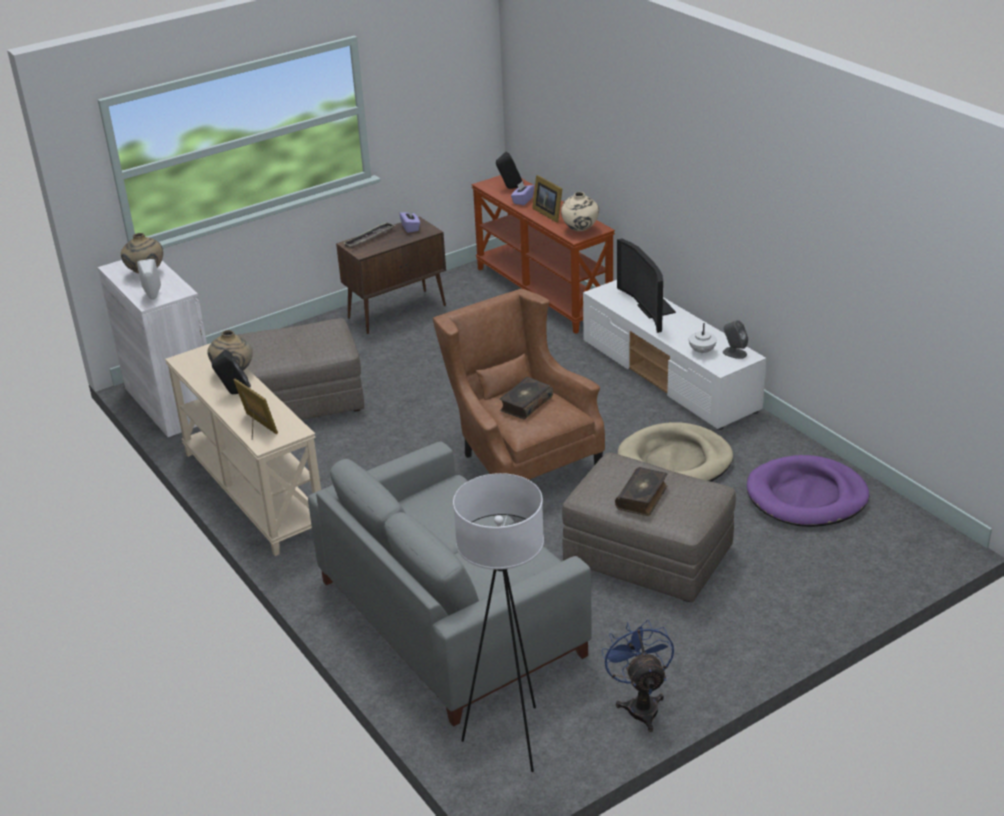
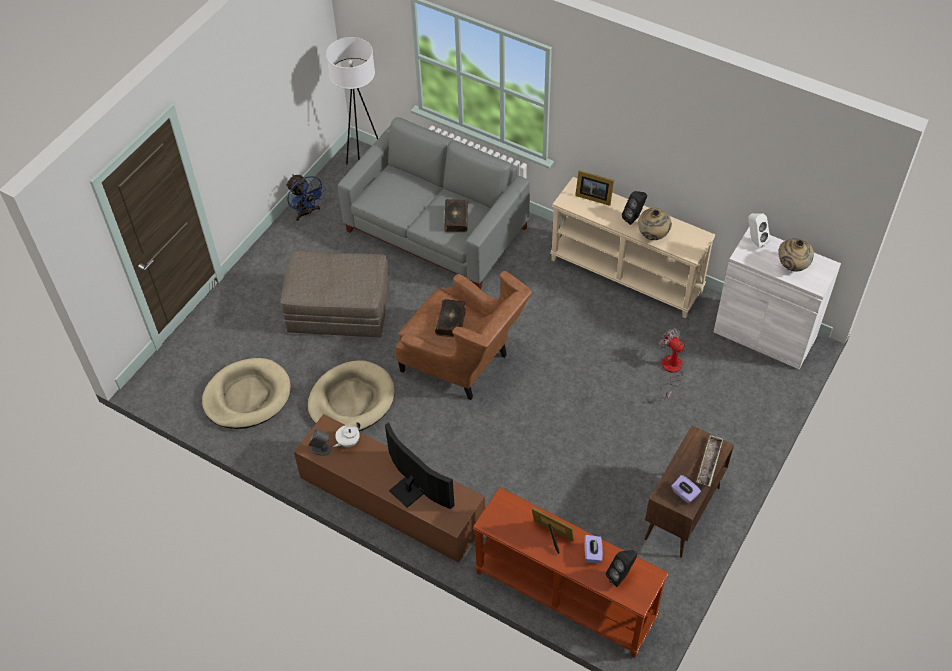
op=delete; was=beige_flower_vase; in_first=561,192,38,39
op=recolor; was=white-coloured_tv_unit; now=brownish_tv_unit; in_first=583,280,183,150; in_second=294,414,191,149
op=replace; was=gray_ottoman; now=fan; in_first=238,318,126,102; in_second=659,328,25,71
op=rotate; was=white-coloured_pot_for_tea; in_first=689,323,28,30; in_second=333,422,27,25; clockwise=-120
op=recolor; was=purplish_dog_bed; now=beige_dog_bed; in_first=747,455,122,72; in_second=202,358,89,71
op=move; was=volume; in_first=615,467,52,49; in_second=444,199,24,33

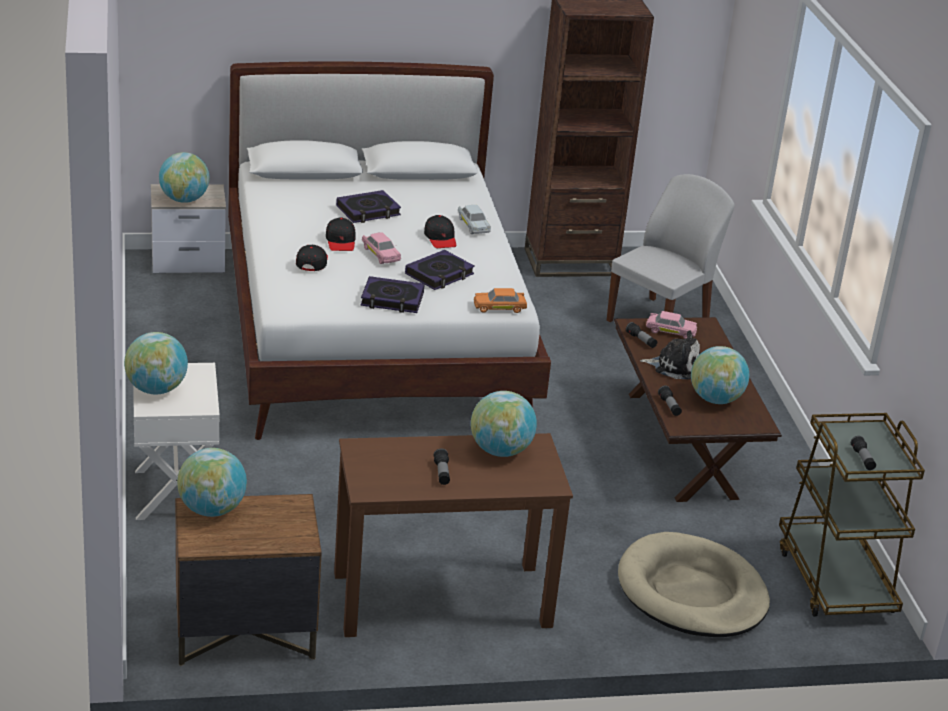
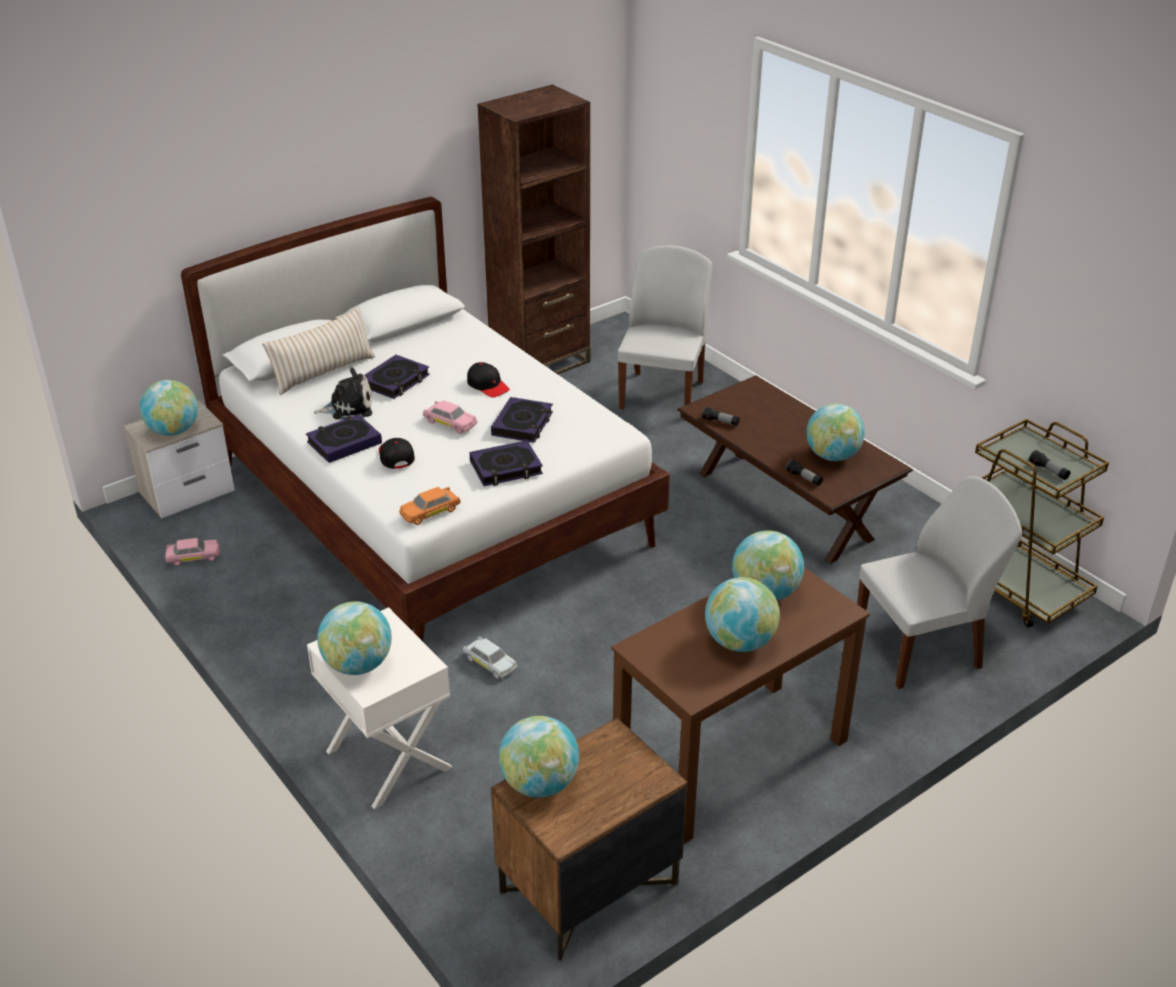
op=move; was=white-coloured_toy_car; in_first=458,205,33,29; in_second=463,636,55,43
op=delete; was=black_peaked_cap; in_first=326,217,30,34
op=move; was=orange_toy_car; in_first=474,288,53,25; in_second=399,487,62,38
op=move; was=pink_toy_car; in_first=646,311,51,28; in_second=165,538,55,28
op=move; was=cuddly_toy; in_first=640,330,60,50; in_second=314,368,58,51
op=replace; was=torch; now=globe; in_first=434,449,16,36; in_second=705,577,75,75
op=replace; was=beige_dog_bed; now=white-coloured_upright_chair; in_first=618,532,152,105; in_second=857,476,165,213
op=insert; now=beige_pillow; in_second=262,307,113,88
op=insert; now=volume; in_second=306,414,76,49

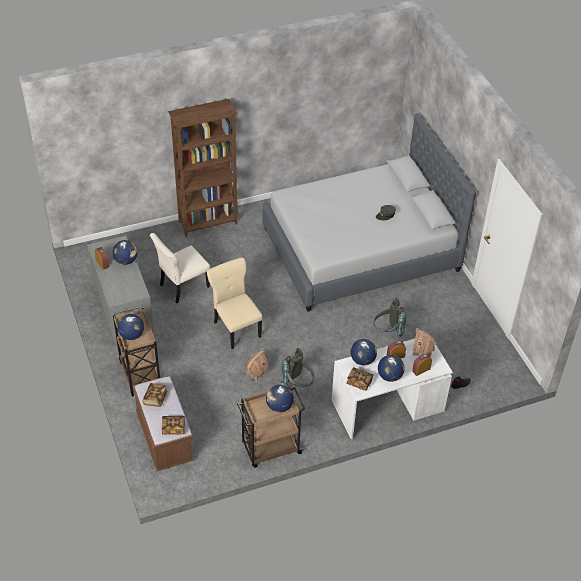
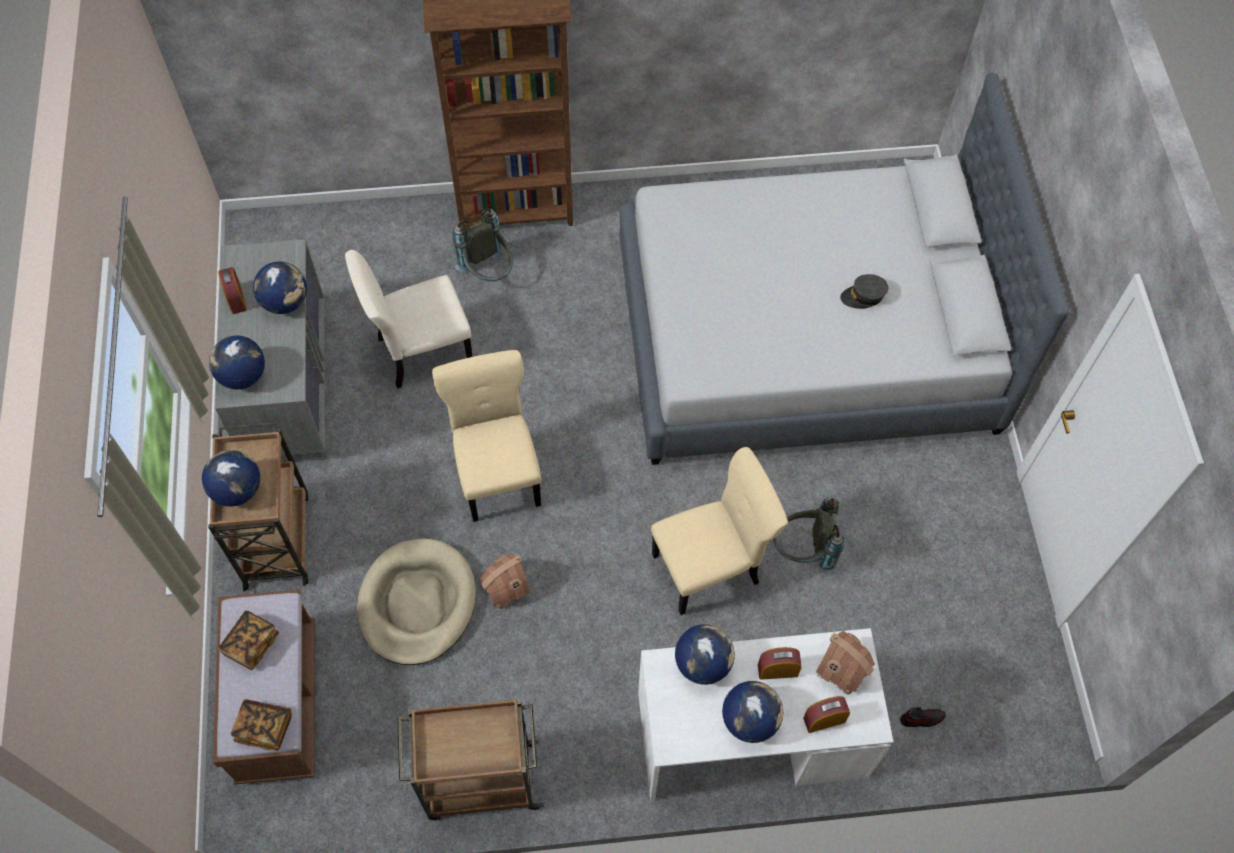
op=move; was=gray_rucksack; in_first=280,348,34,39; in_second=452,208,61,73
op=delete; was=volume; in_first=346,367,27,24
op=move; was=globe; in_first=266,385,28,27; in_second=209,336,56,53
op=insert; now=beige_upright_chair; in_second=651,447,137,168
op=insert; now=beige_dog_bed; in_second=357,539,119,126

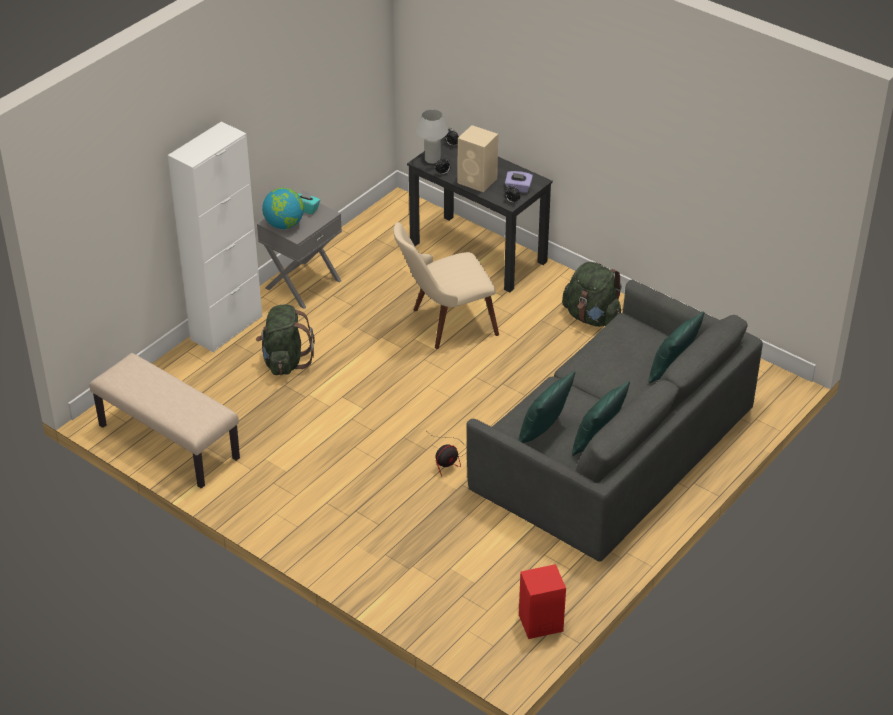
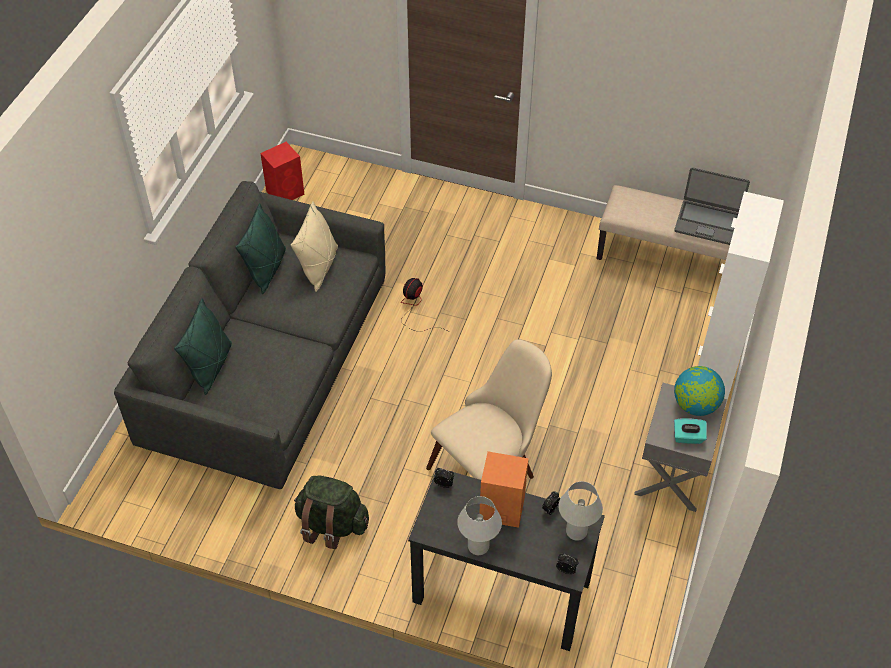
op=recolor; was=beige_speaker; now=orange_speaker; in_first=457,125,41,67; in_second=479,451,50,77
op=delete; was=purplish_box_of_tissues; in_first=505,171,28,22
op=delete; was=green_rucksack; in_first=256,304,59,71
op=recolor; was=green_pillow; now=beige_pillow; in_first=518,371,57,72; in_second=291,201,47,91
op=insert; now=notebook_computer; in_second=674,167,76,78
op=insert; now=white-coloured_lamp_for_a_table; in_second=457,496,45,59

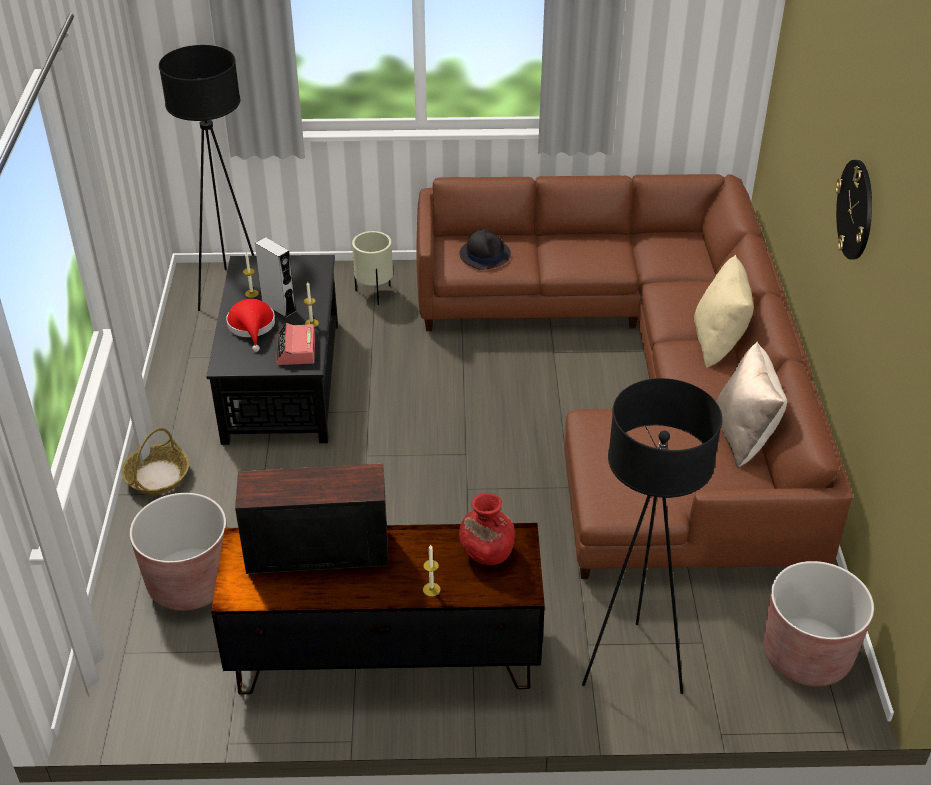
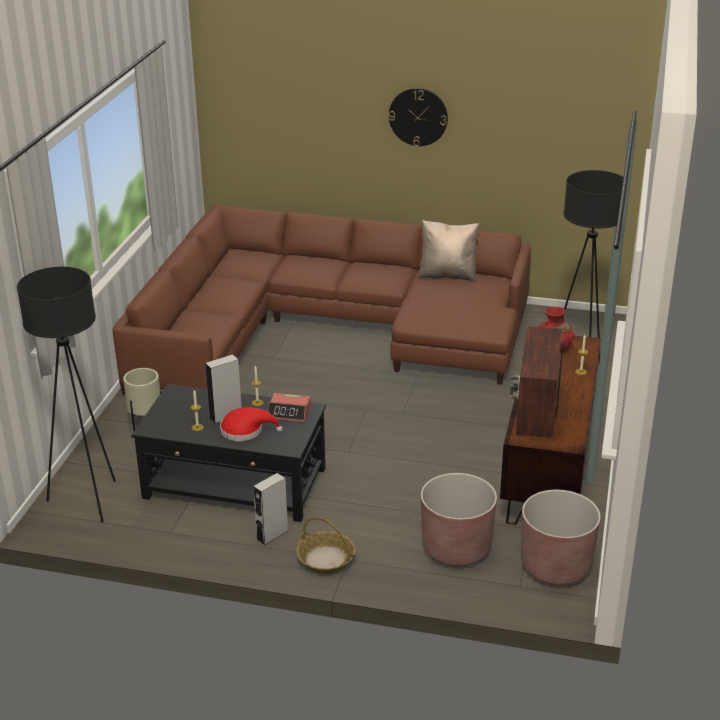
op=delete; was=black_clothing_hat; in_first=459,229,52,41
op=delete; was=beige_pillow; in_first=694,255,60,113
op=move; was=brownish_flower_pot; in_first=763,561,111,126; in_second=521,490,80,96
op=insert; now=gray_speaker; in_second=253,473,35,72

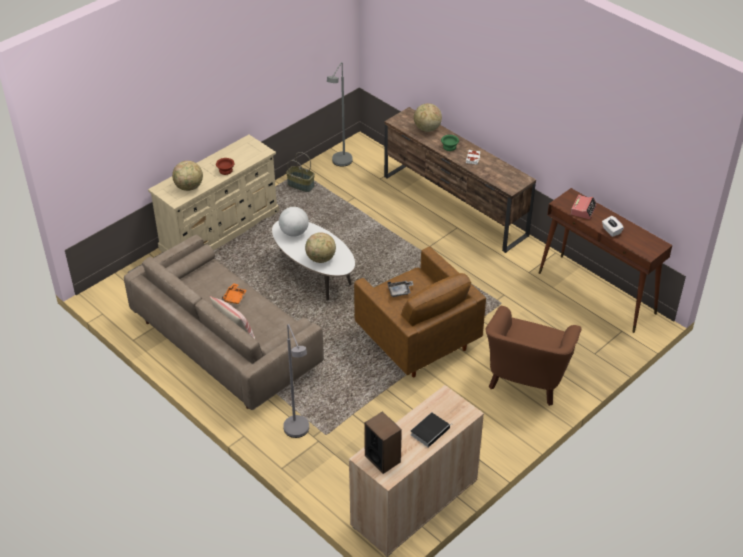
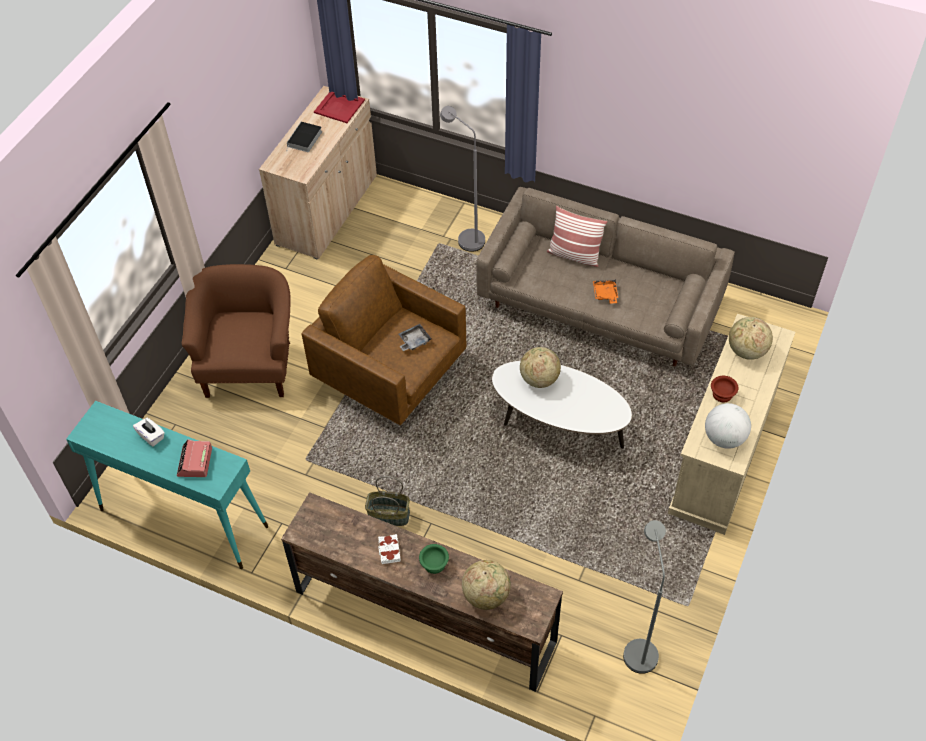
op=move; was=basket; in_first=286,152,29,40; in_second=365,476,45,50
op=recolor; was=brownish_console_table; now=turquoise-coloured_console_table; in_first=539,188,133,145; in_second=66,401,202,168
op=move; was=globe; in_first=279,207,30,30; in_second=705,403,46,46
op=replace; was=speaker; now=red_serving_tray; in_first=364,411,38,63; in_second=314,92,51,31

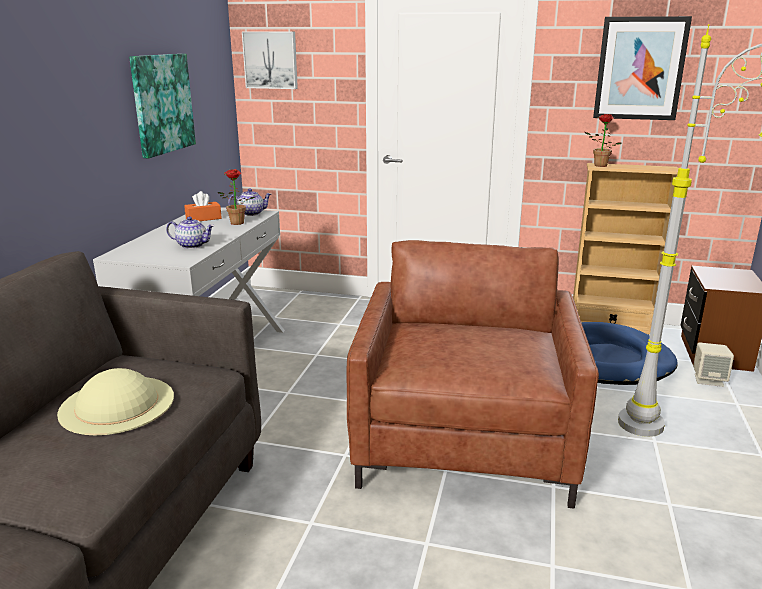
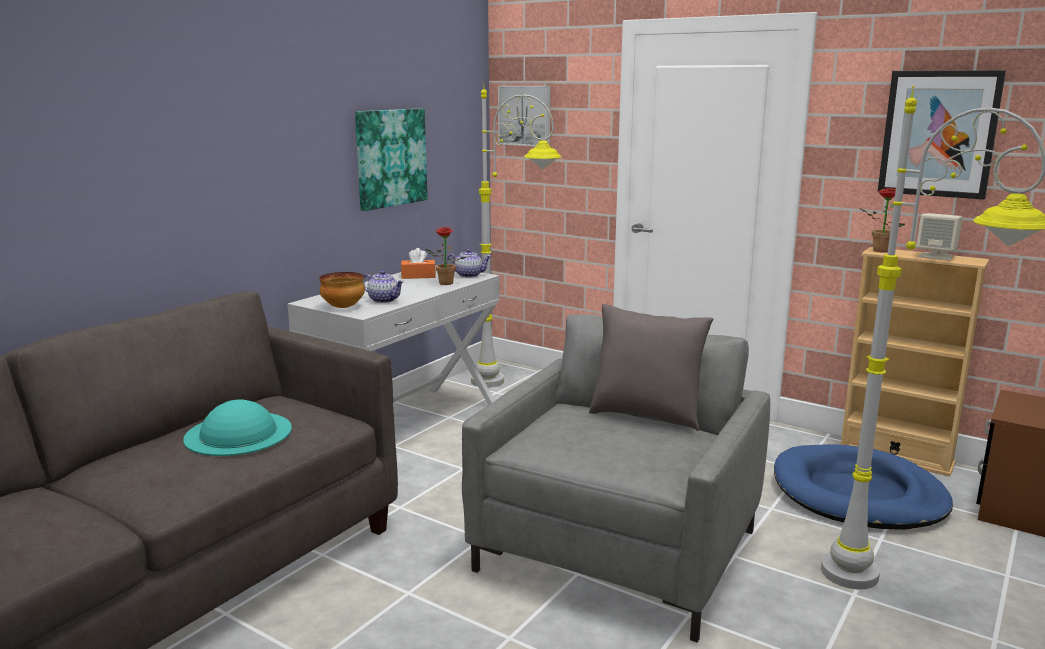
op=recolor; was=brownish_armchair; now=gray_armchair; in_first=346,240,253,269; in_second=462,314,308,329
op=move; was=beige_speaker; in_first=693,342,41,45; in_second=916,213,47,47
op=recolor; was=beige_clothing_hat; now=turquoise-coloured_clothing_hat; in_first=57,368,117,67; in_second=183,399,109,57
op=insert; now=gray_floor_lamp; in_second=471,83,91,304
op=insert; now=bowl; in_second=319,272,46,36
op=insert; now=gray_pillow; in_second=589,304,124,127

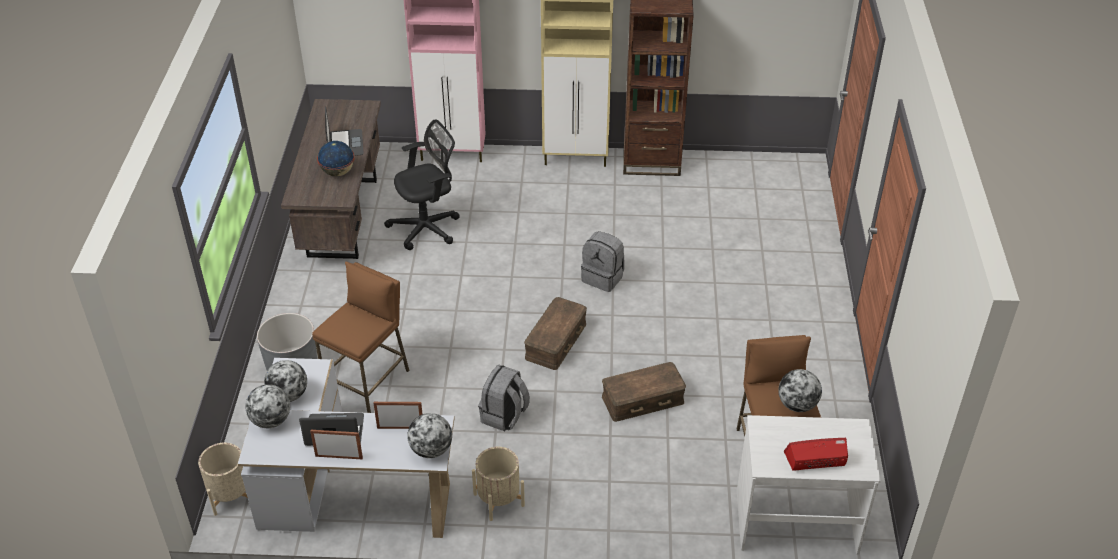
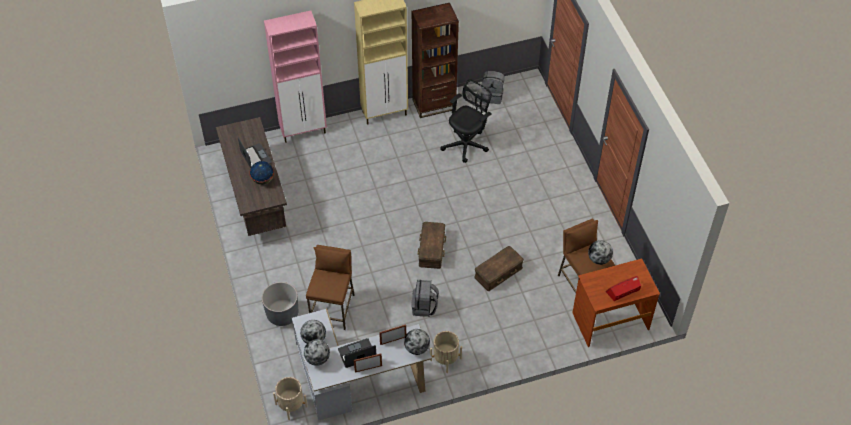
op=move; was=black_desk_chair; in_first=384,119,76,131; in_second=440,79,52,84
op=move; was=gray_rucksack; in_first=581,231,44,61; in_second=482,71,22,33
op=recolor; was=white-coloured_desk; now=brownish_desk; in_first=737,415,144,140; in_second=572,259,88,88

